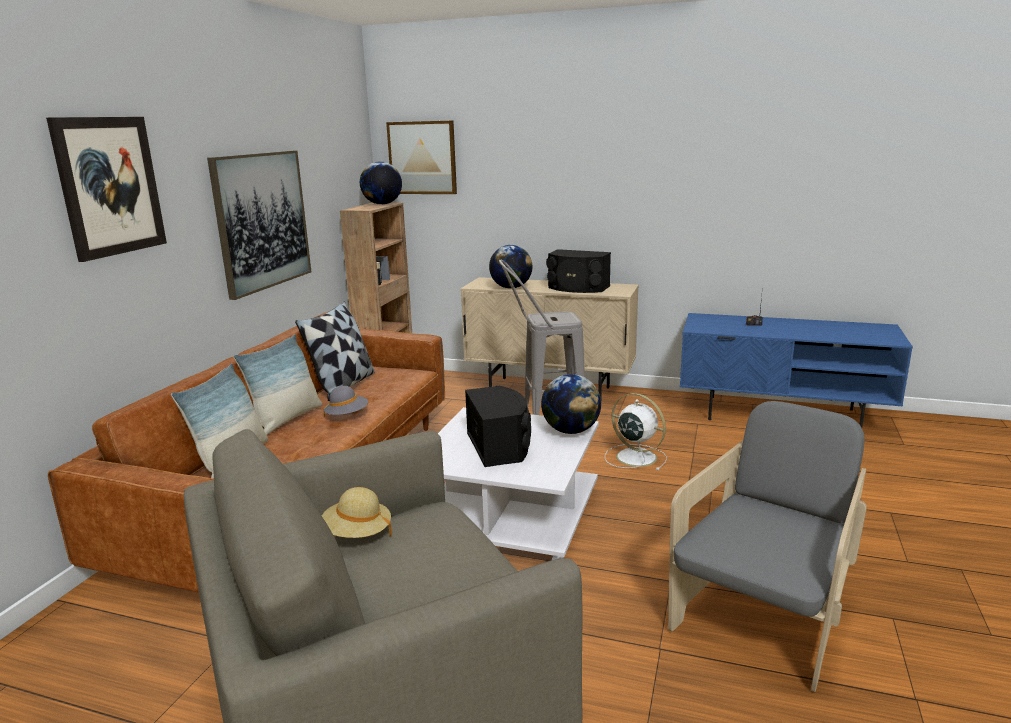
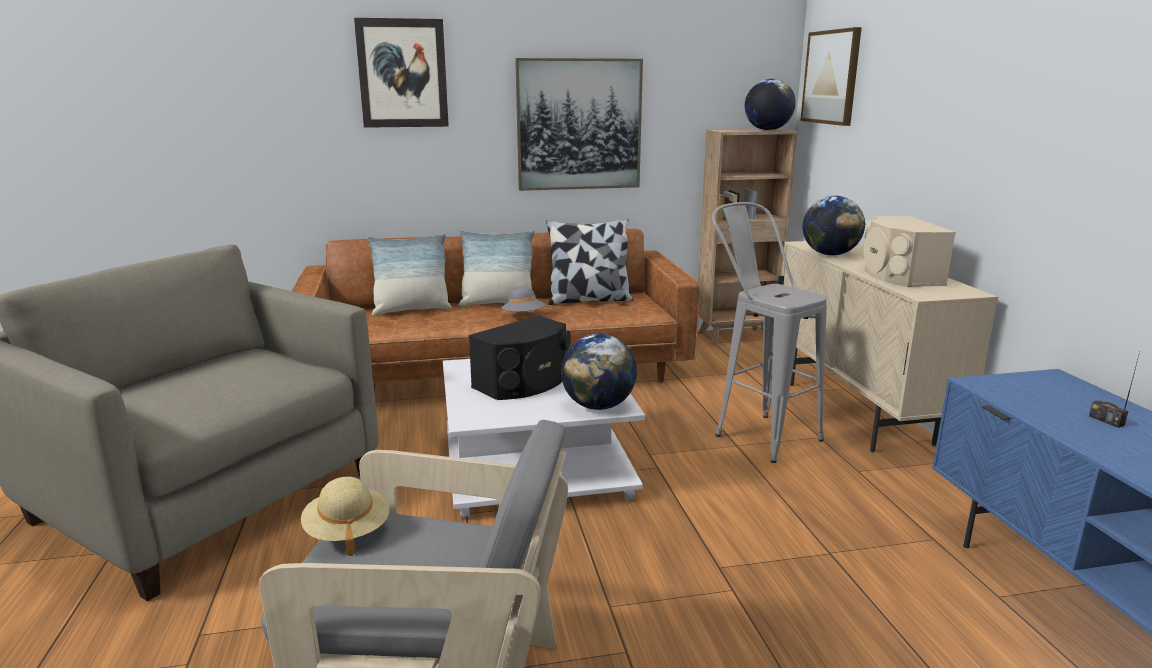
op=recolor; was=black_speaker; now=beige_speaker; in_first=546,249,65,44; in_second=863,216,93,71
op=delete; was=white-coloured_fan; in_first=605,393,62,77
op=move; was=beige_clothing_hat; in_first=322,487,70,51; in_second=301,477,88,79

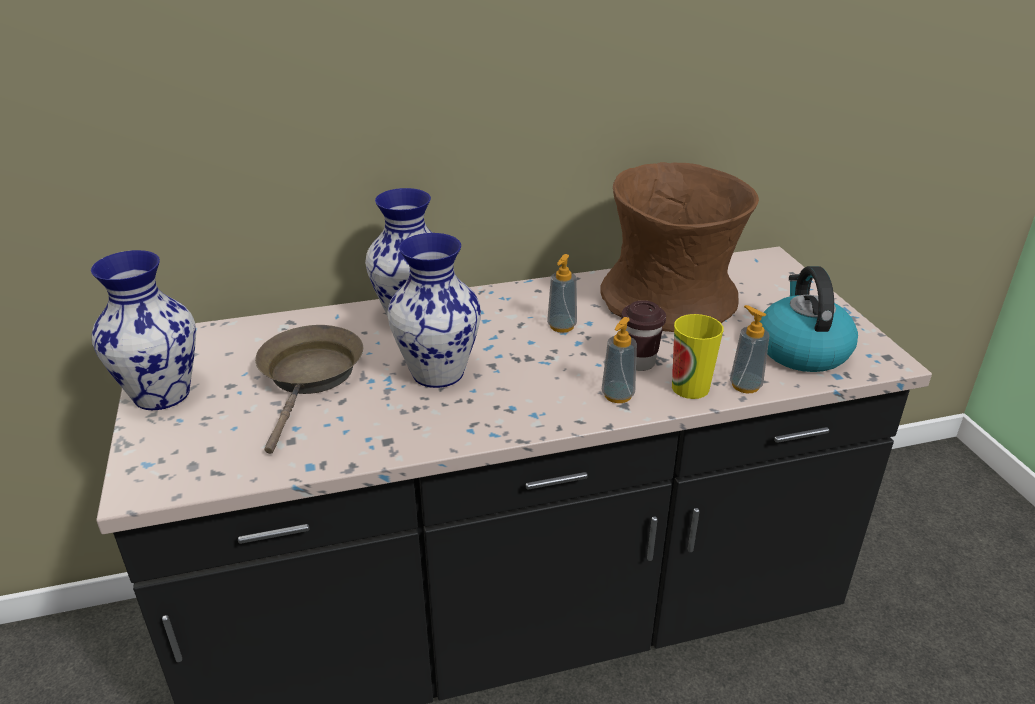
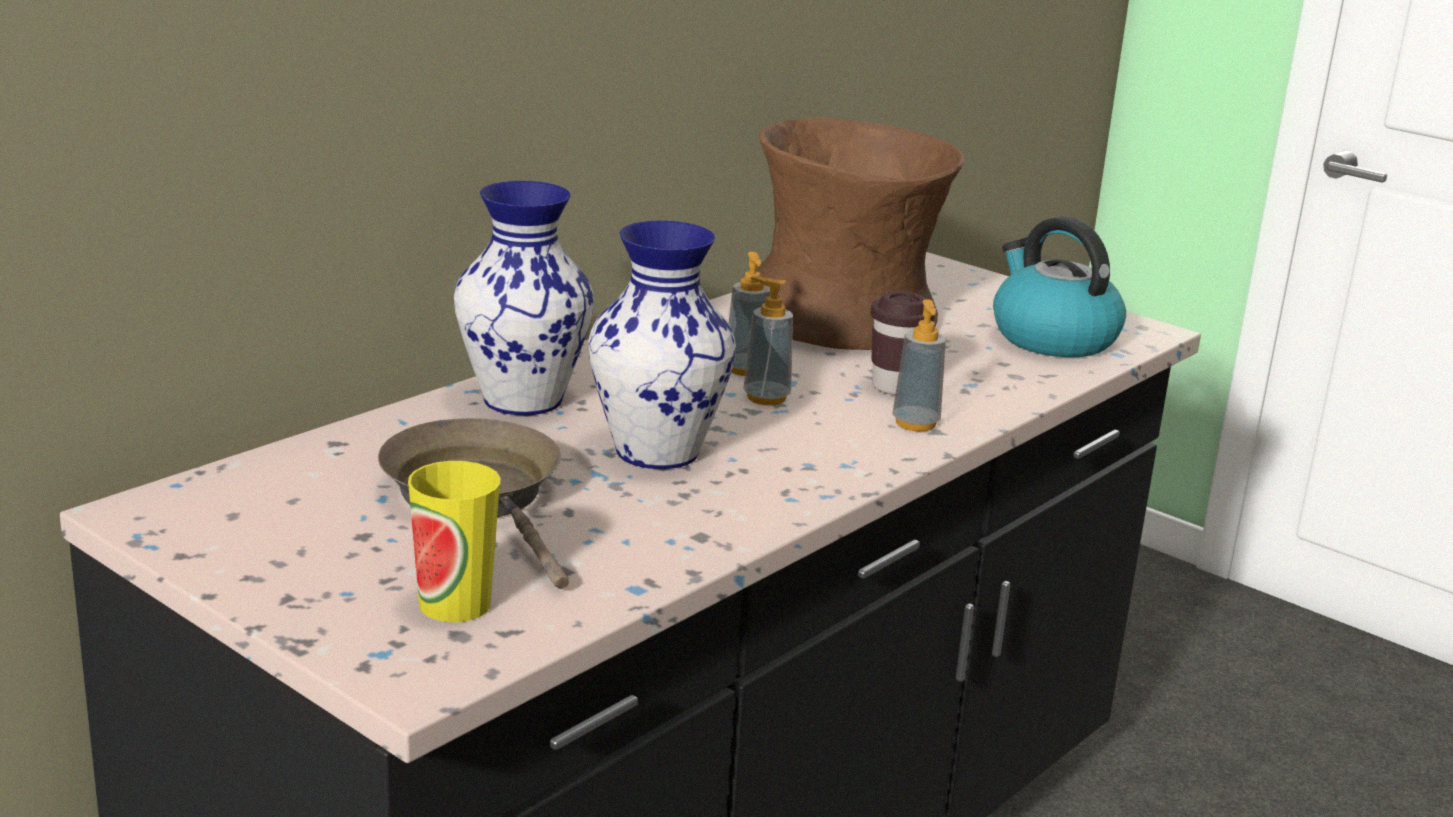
op=delete; was=flower_vase; in_first=91,250,105,160
op=move; was=soap_bottle; in_first=730,305,40,88; in_second=743,276,50,129
op=move; was=drinking_cup; in_first=672,314,52,85; in_second=408,461,93,161

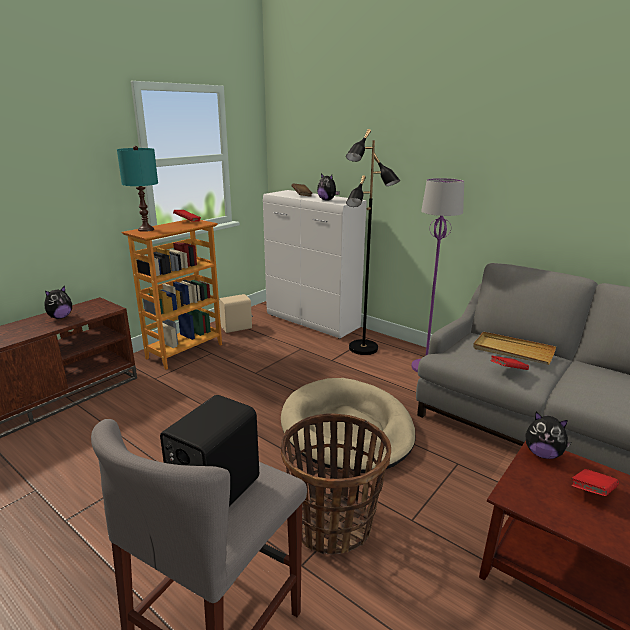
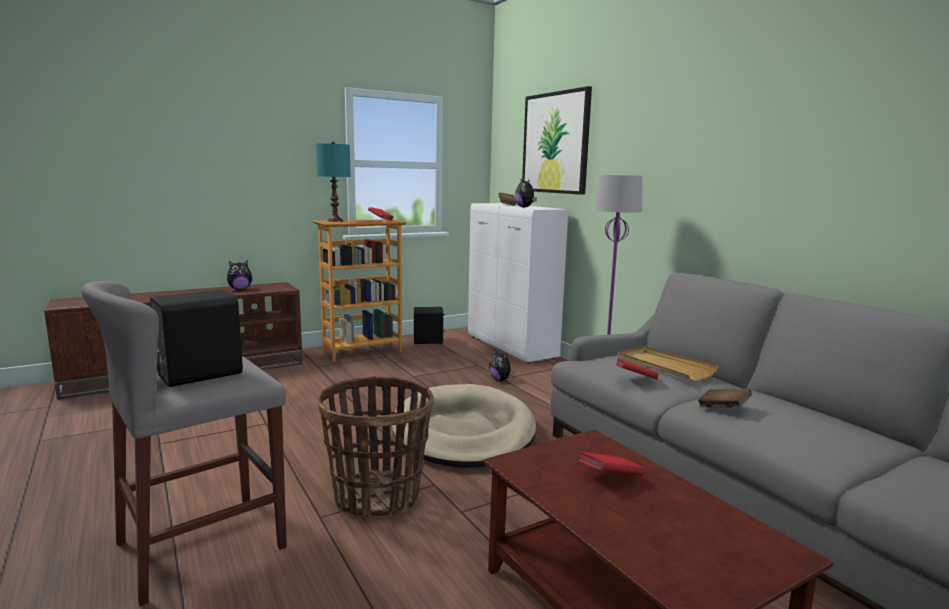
op=delete; was=black_floor_lamp; in_first=346,129,54,226
op=recolor; was=beige_speaker; now=black_speaker; in_first=219,294,34,39; in_second=414,307,32,37
op=move; was=cuddly_toy; in_first=525,412,46,47; in_second=489,350,26,31
op=insert; now=wall_picture; in_second=522,86,70,109
op=insert; now=brownish_volume; in_second=698,389,54,19

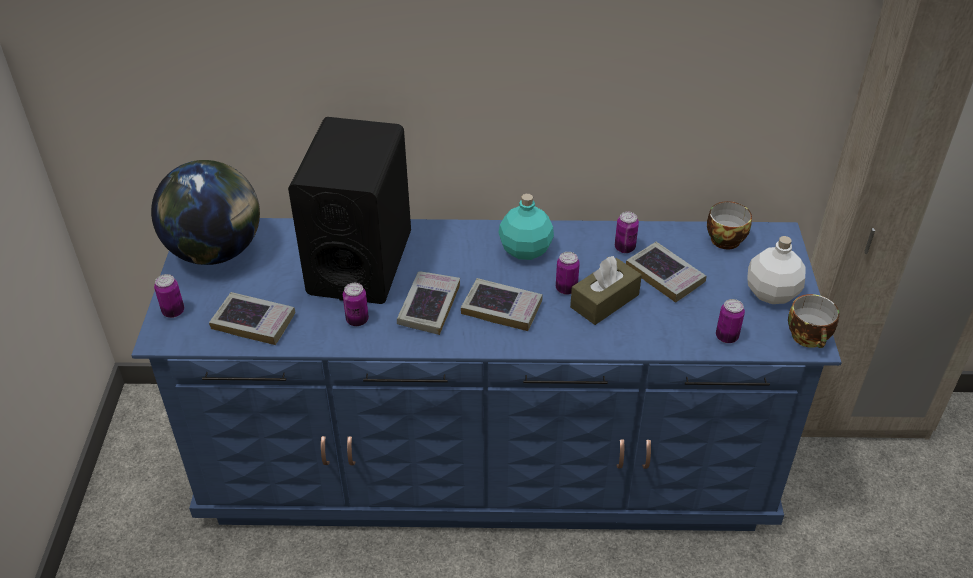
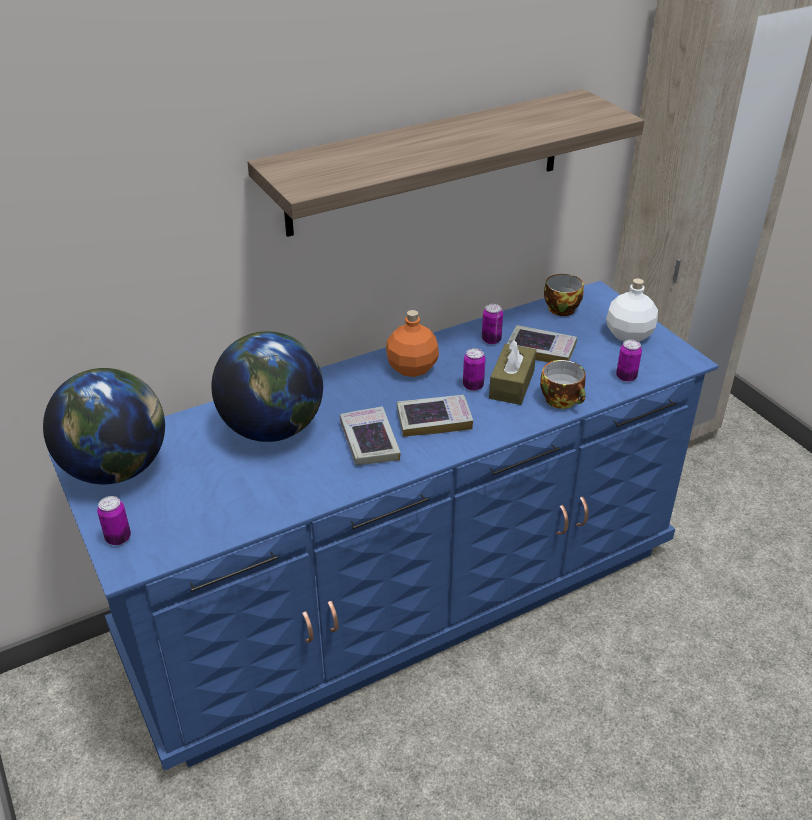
op=replace; was=black_speaker; now=globe; in_first=288,117,123,187; in_second=211,331,112,111
op=recolor; was=turquoise-coloured_beverage_bottle; now=orange_beverage_bottle; in_first=499,194,55,66; in_second=386,310,53,67
op=delete; was=can; in_first=343,283,26,43
op=delete; was=volume; in_first=209,292,86,53
op=move; was=drinking_cup; in_first=788,294,51,54; in_second=540,360,45,49
op=insert; now=bracket_shelf; in_second=247,89,397,148

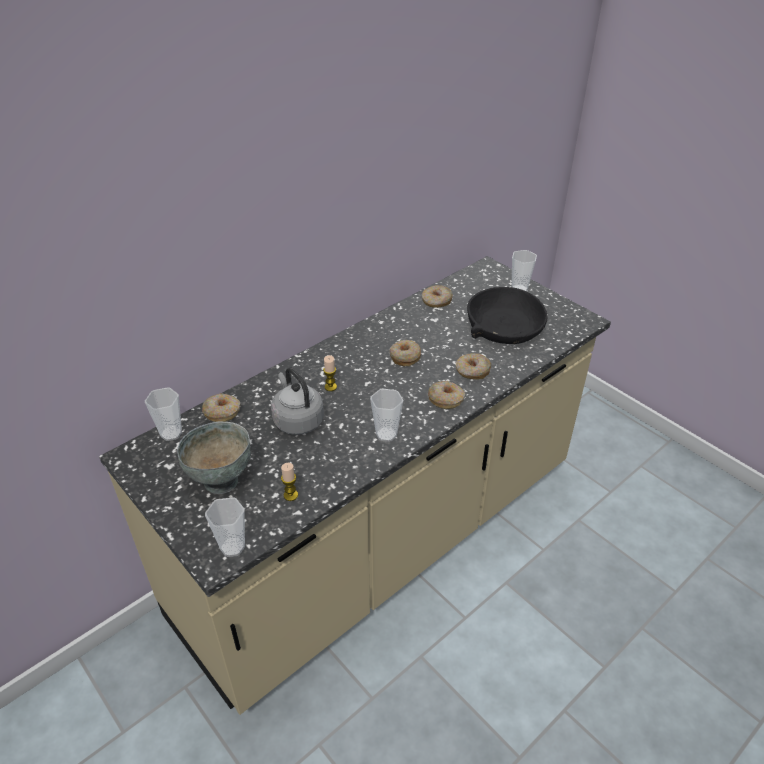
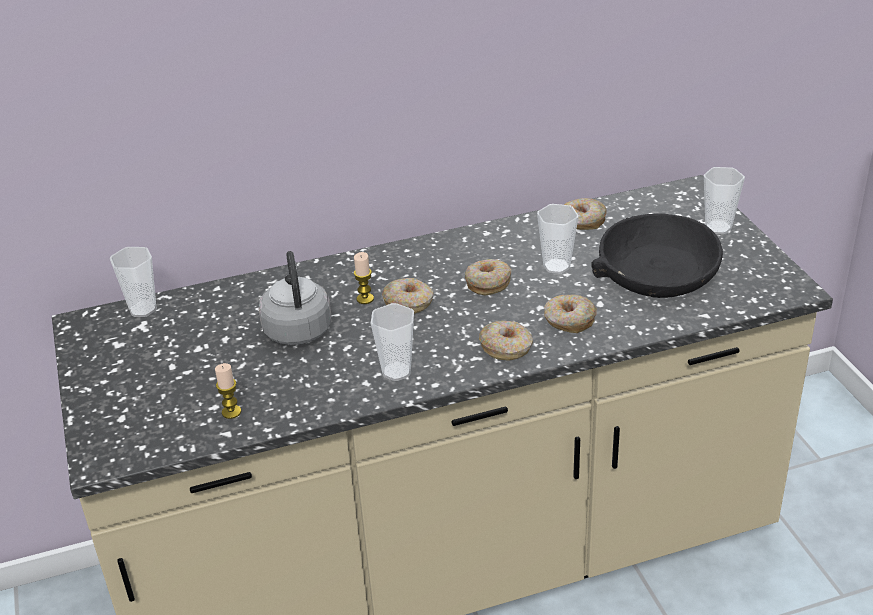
op=move; was=doughnut; in_first=202,393,38,29; in_second=382,278,51,36
op=delete; was=gray_bowl; in_first=177,422,74,72
op=move; was=drinking_cup; in_first=205,497,40,60; in_second=537,204,42,70

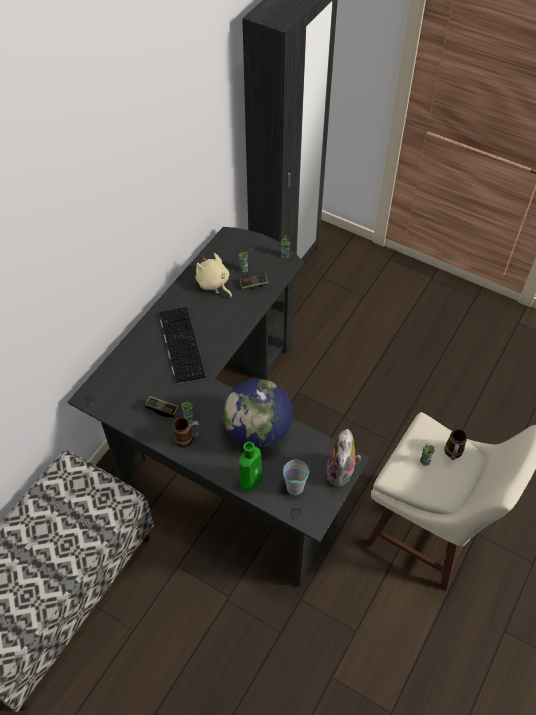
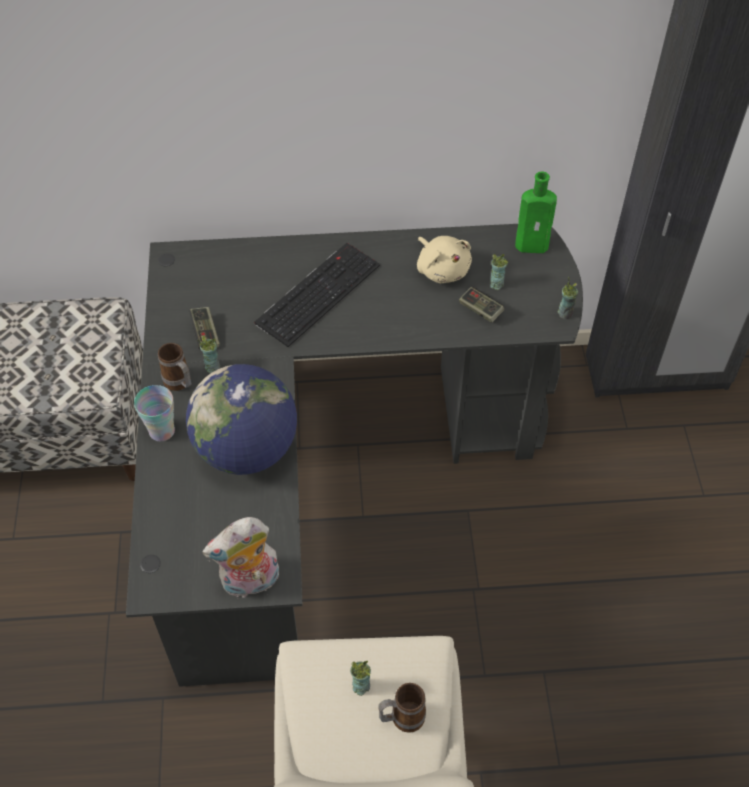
op=rotate; was=beige_cuddly_toy; in_first=196,253,36,45; in_second=417,236,55,47; clockwise=135
op=move; was=green_beverage_bottle; in_first=239,442,23,49; in_second=515,171,42,82
op=move; was=drinking_cup; in_first=283,460,26,35; in_second=134,385,41,56

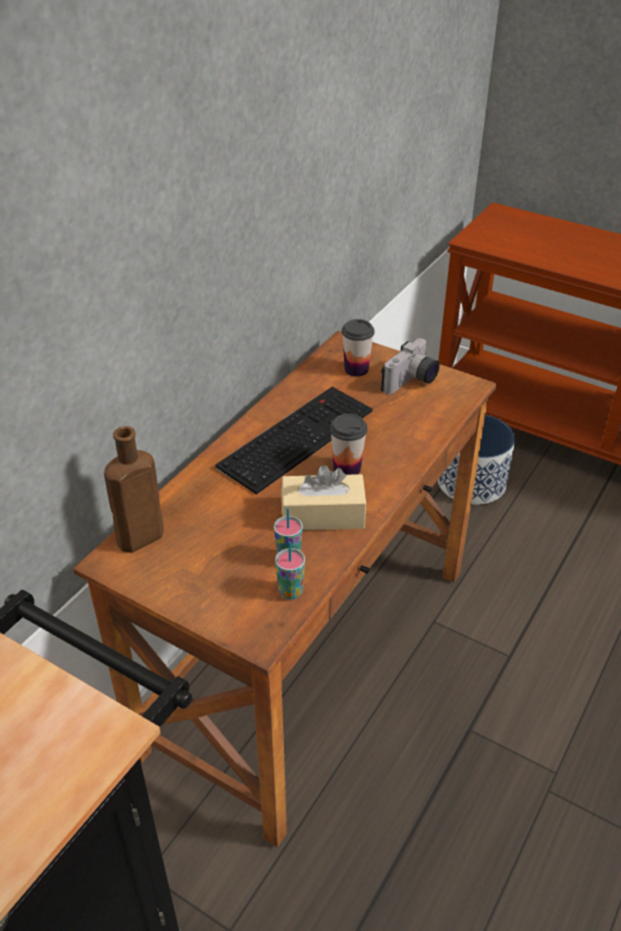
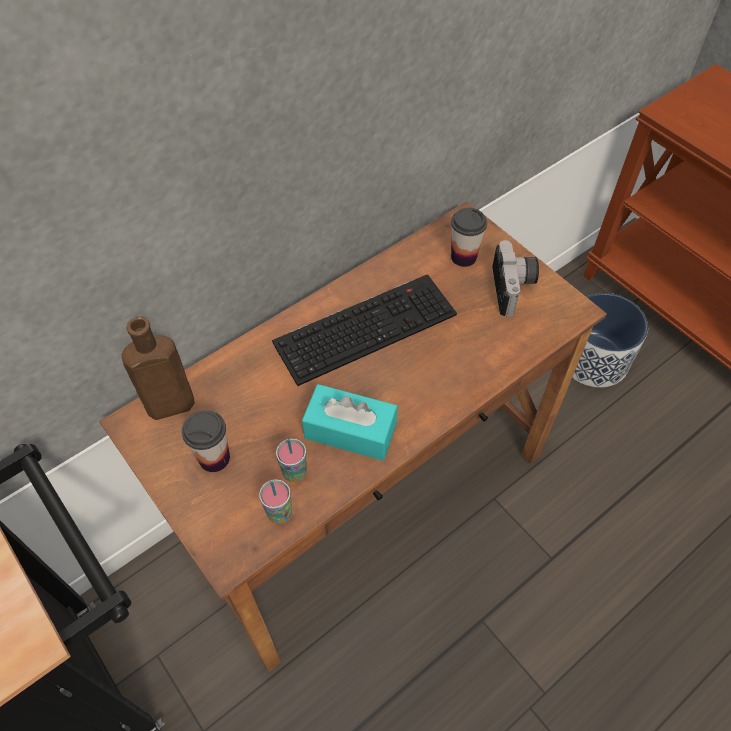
op=rotate; was=still_camera; in_first=381,338,59,56; in_second=492,240,47,77; clockwise=-60
op=move; was=drinking_cup; in_first=330,414,38,61; in_second=182,410,48,62
op=recolor; was=beige_box_of_tissues; now=turquoise-coloured_box_of_tissues; in_first=281,465,85,65; in_second=302,384,96,77

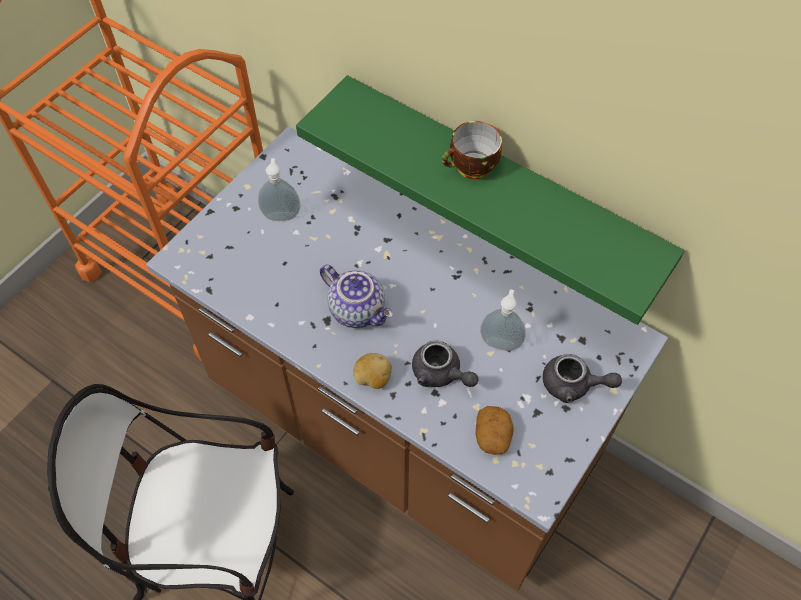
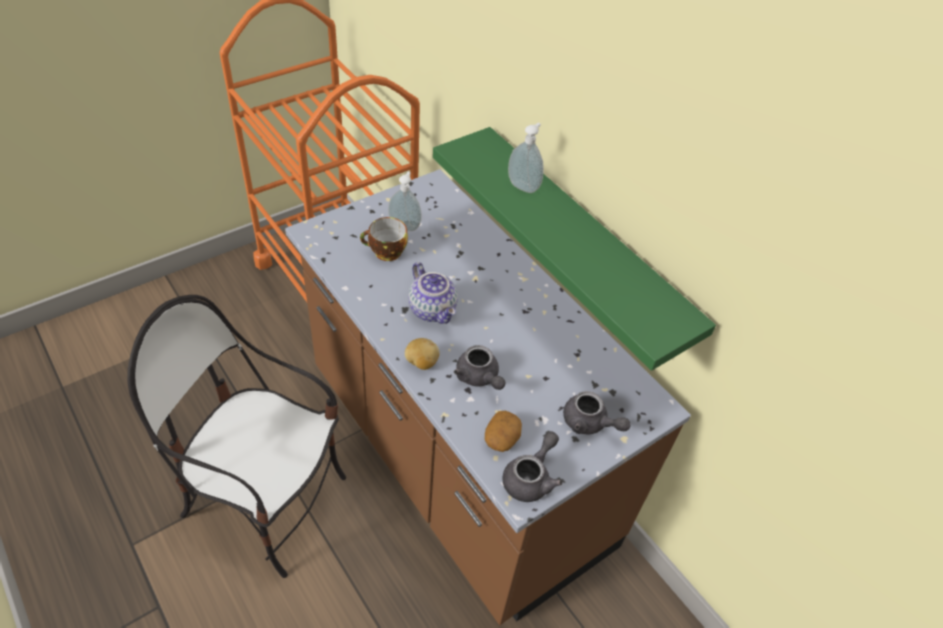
op=move; was=drinking_cup; in_first=442,121,60,58; in_second=360,217,48,44
op=move; was=soap_bottle; in_first=480,290,46,61; in_second=508,123,36,70
op=insert; now=gray_pot_for_tea; in_second=502,431,61,71

